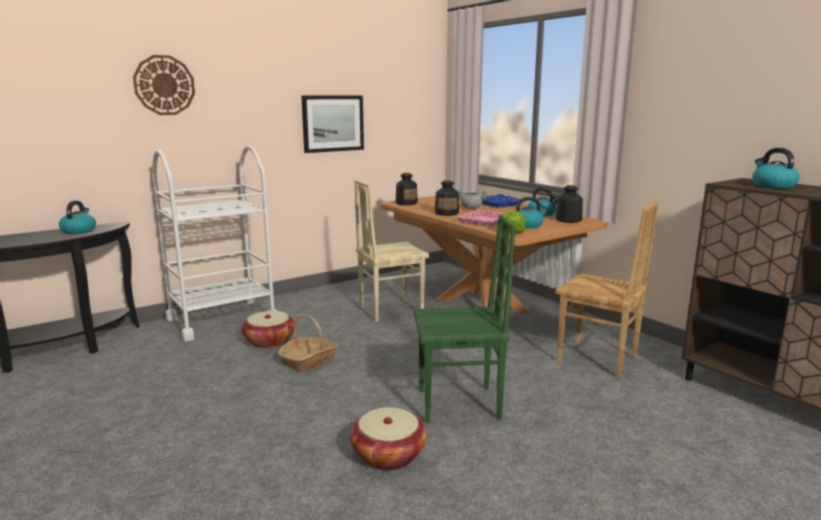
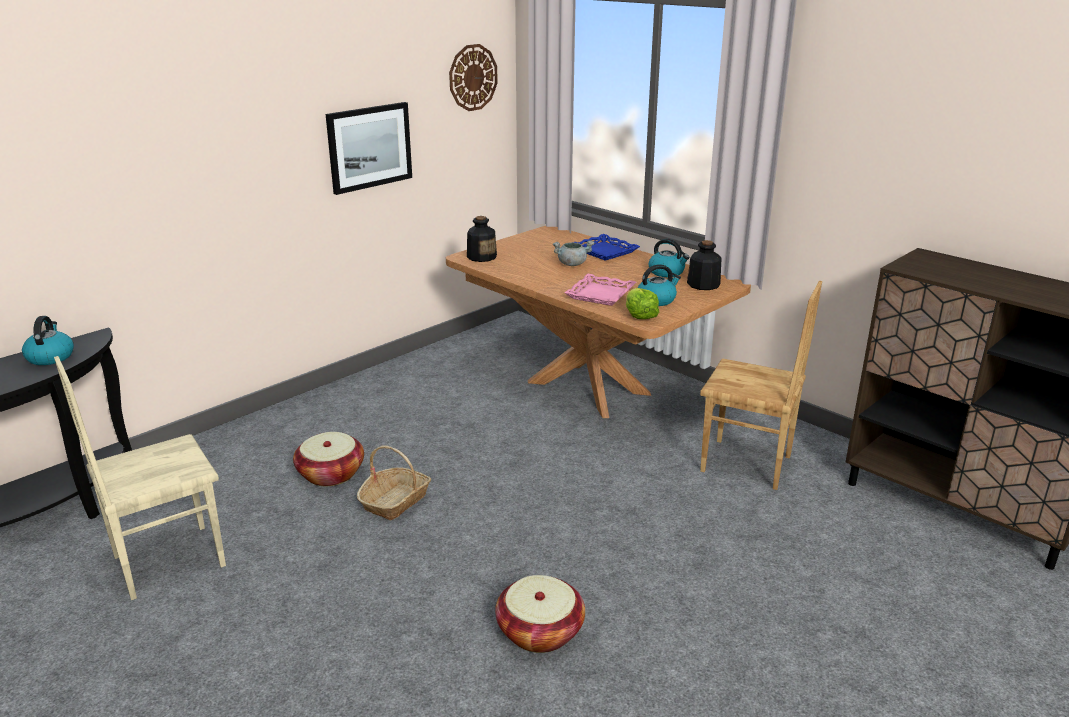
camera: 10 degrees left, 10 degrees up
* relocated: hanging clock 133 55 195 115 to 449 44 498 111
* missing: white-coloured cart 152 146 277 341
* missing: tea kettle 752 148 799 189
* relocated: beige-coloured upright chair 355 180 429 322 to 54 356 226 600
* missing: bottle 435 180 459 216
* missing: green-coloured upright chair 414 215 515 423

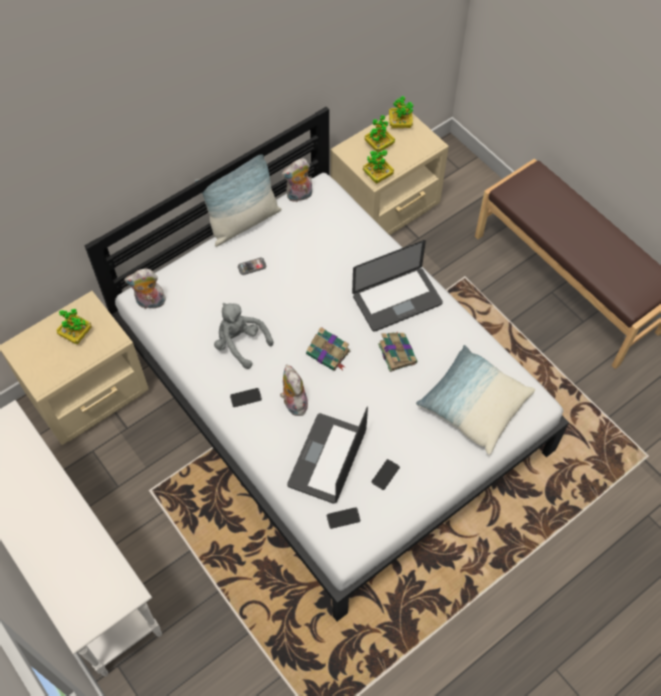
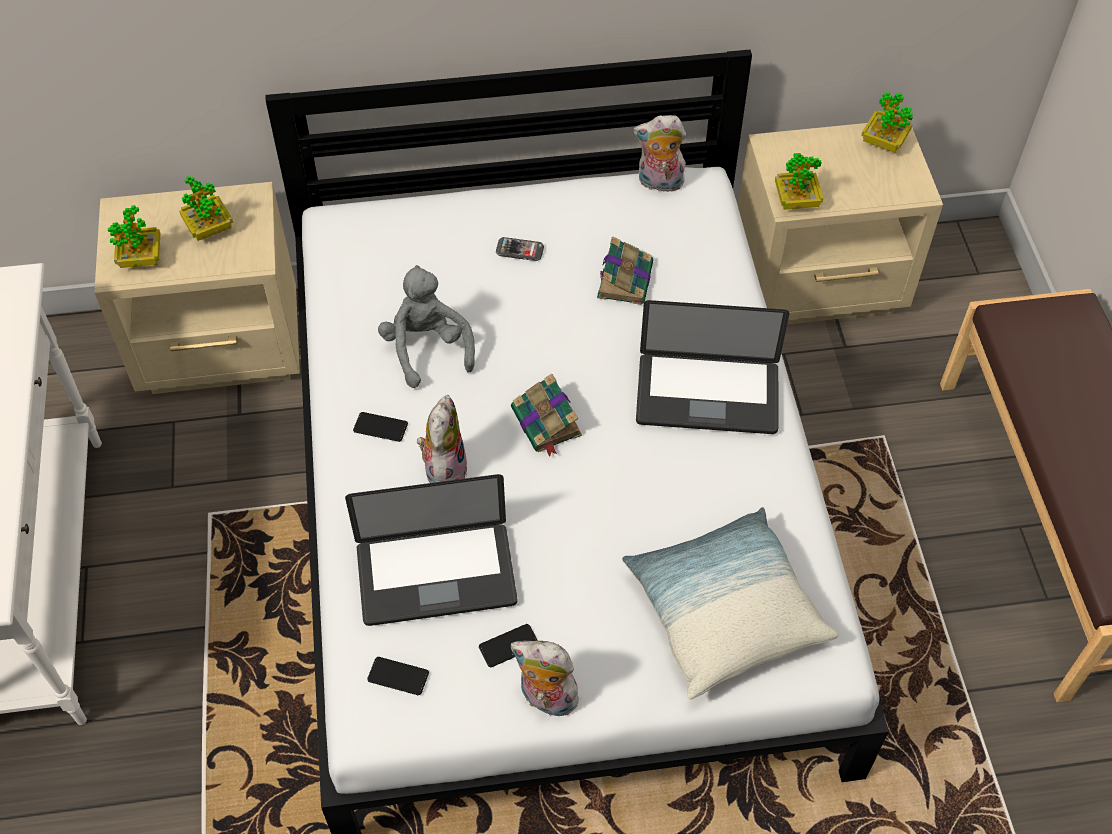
camera: 30 degrees right, 5 degrees down
* relocated: potted plant 364 115 395 153 to 108 205 160 268
* missing: throw pillow 195 154 281 247
* relocated: soft toy 124 269 166 309 to 511 640 583 716
* relocated: volume 378 332 417 372 to 597 236 653 305
* spun: laptop 287 407 368 504 = 345 474 517 626 150 degrees counterclockwise

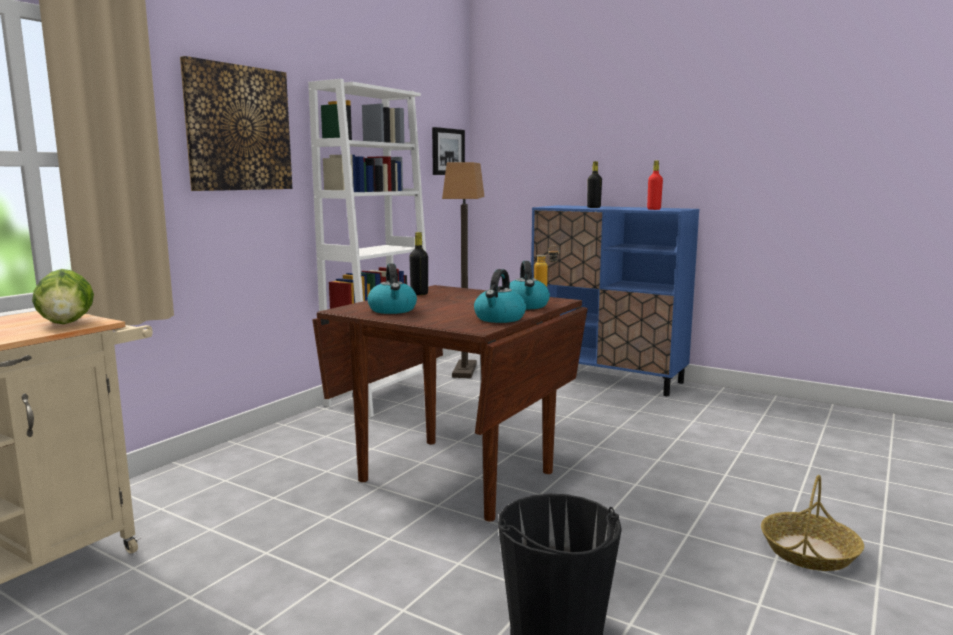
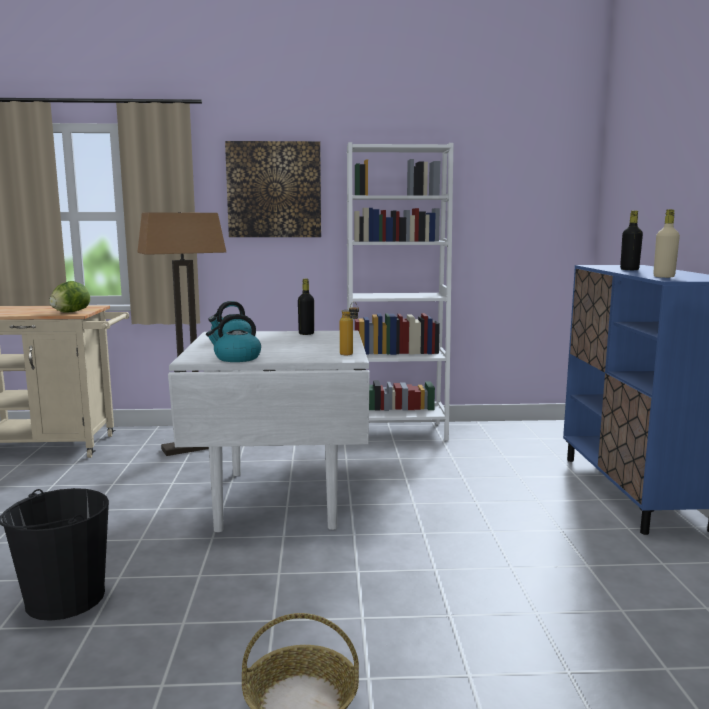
camera: 55 degrees right, 0 degrees up
* missing: wall picture 432 127 465 175
* colour: reddish bottle 647 161 663 210 to beige-coloured bottle 653 209 680 278
* relocated: floor lamp 442 162 485 378 to 137 212 227 456
* missing: tea kettle 509 261 550 309
* colour: brown dinner table 312 285 588 522 to white-coloured dinner table 168 331 370 532

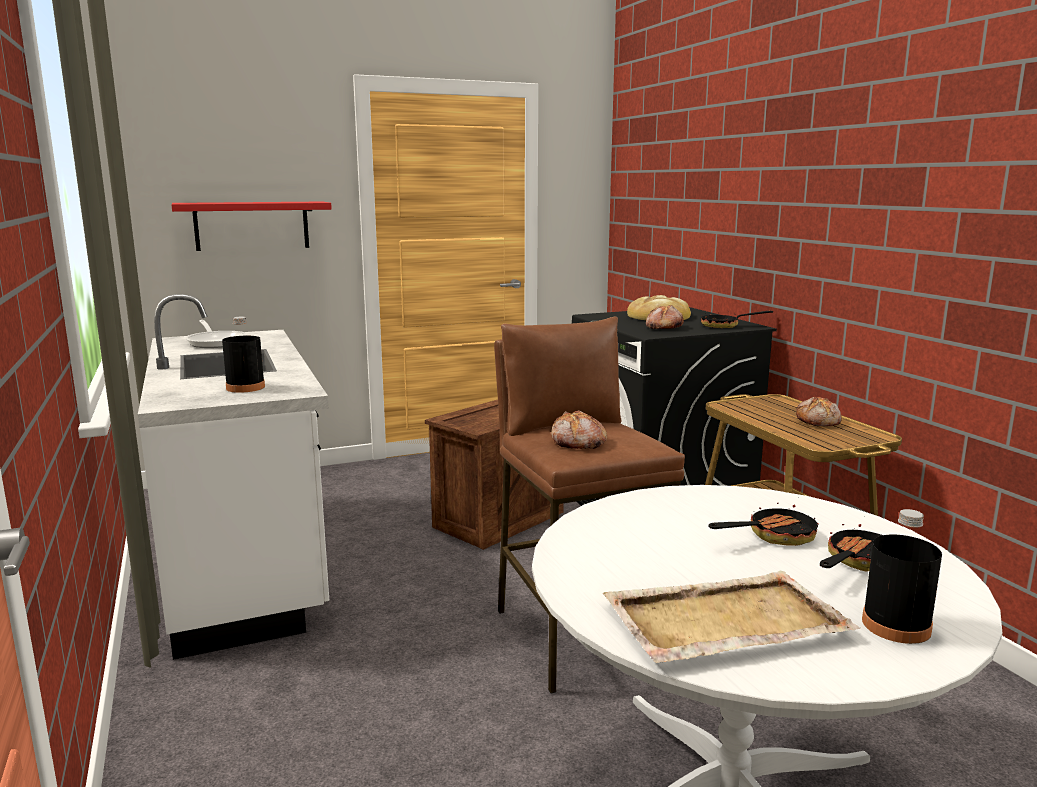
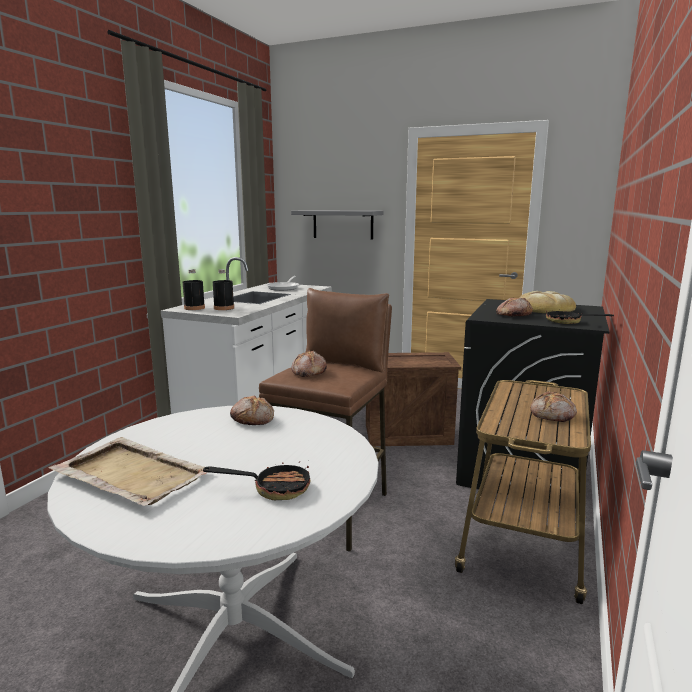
camera: 45 degrees right, 0 degrees up
* colour: reddish bracket shelf 171 202 332 251 to gray bracket shelf 291 210 383 240
* missing: skillet 709 497 819 546
* relocated: blackish bottle 862 509 942 644 to 183 269 205 310
* appeared: bread 230 396 274 425

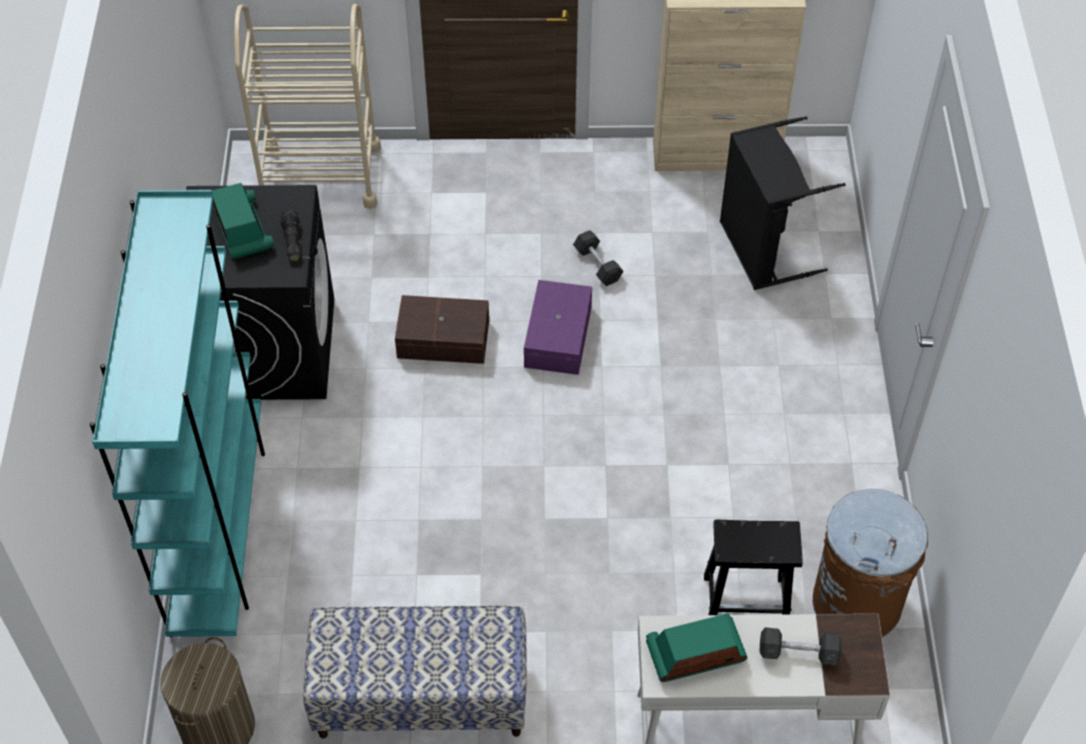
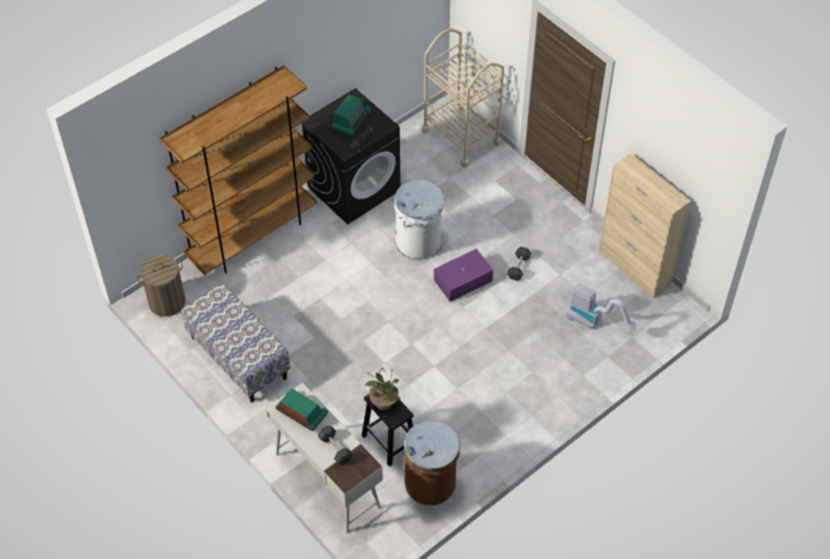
camera: 50 degrees right, 0 degrees up
* exchanged: blackish laundry basket 720 116 846 290 to vacuum cleaner 566 283 637 332
* colour: turquoise-coloured bookcase 90 190 265 637 to brown bookcase 159 65 317 275
* exchanged: brown storage container 395 295 489 364 to white-coloured waste bin 395 180 444 260
* appeared: potted plant 364 367 401 410

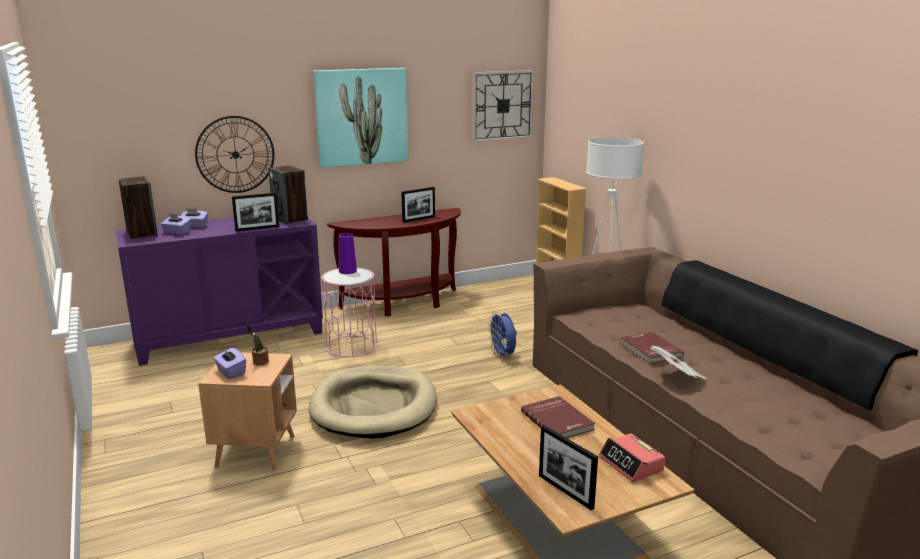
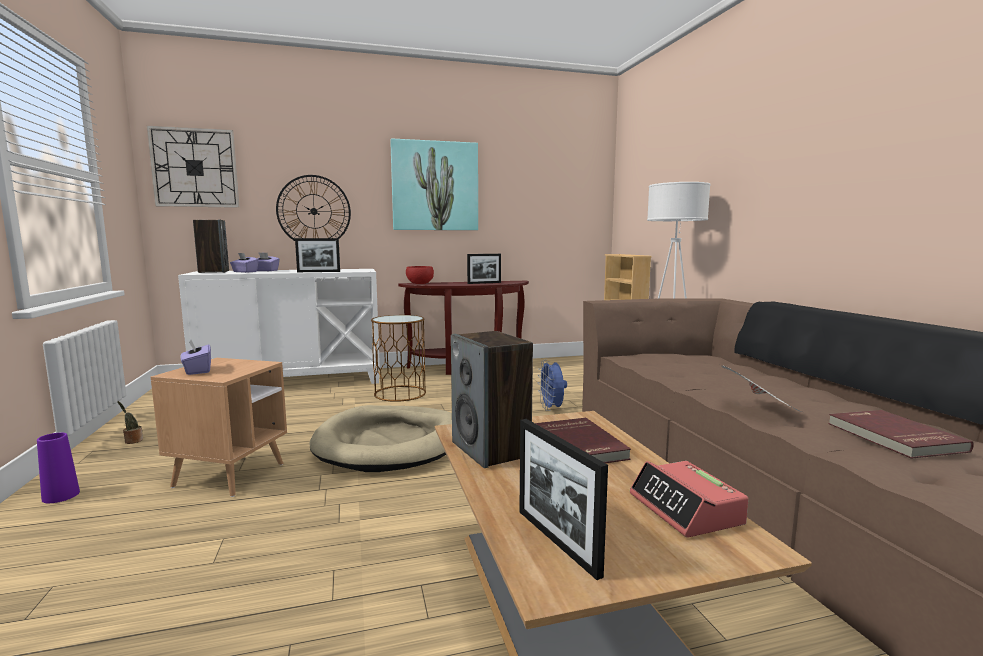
camera: 10 degrees right, 10 degrees down
* relocated: hanging clock 472 70 534 142 to 147 126 240 208
* relocated: audio speaker 268 165 308 224 to 451 331 533 468
* colour: purple storage cabinet 116 217 323 366 to white-coloured storage cabinet 178 269 380 384
* relocated: purple flower vase 339 233 357 274 to 37 433 80 503
* colour: pinkish accent table 321 268 377 357 to brown accent table 371 315 426 402
* relocated: potted plant 246 324 269 366 to 117 401 143 444
* relocated: reddish volume 620 332 684 364 to 828 410 974 459
* appeared: reddish serving bowl 406 266 434 284

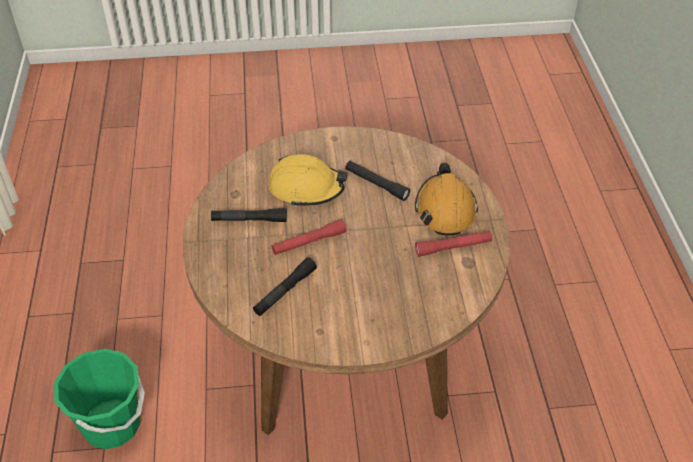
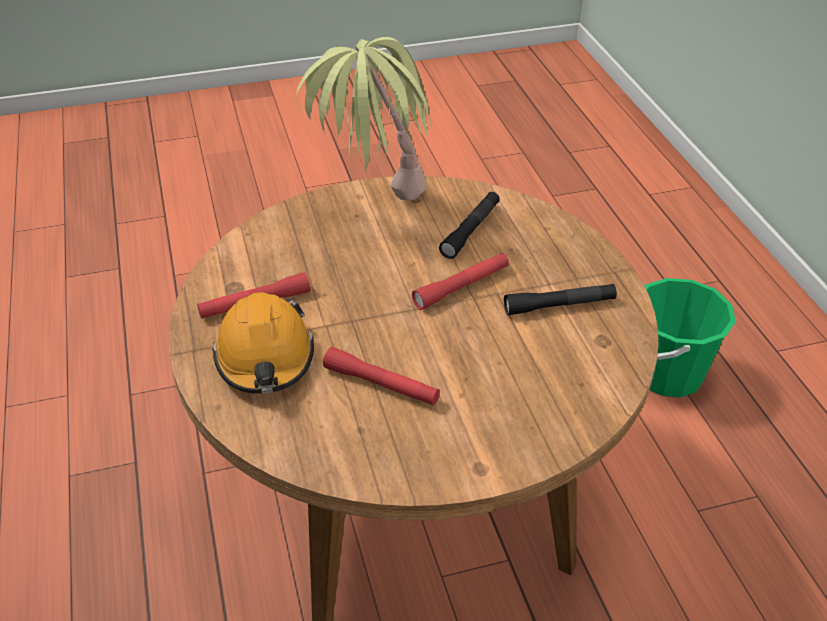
camera: 170 degrees right, 5 degrees down
* missing: yellow safety helmet 268 154 348 207
* colour: blackish torch 345 161 410 201 to reddish torch 323 347 440 406
* appeared: potted plant 296 37 432 200

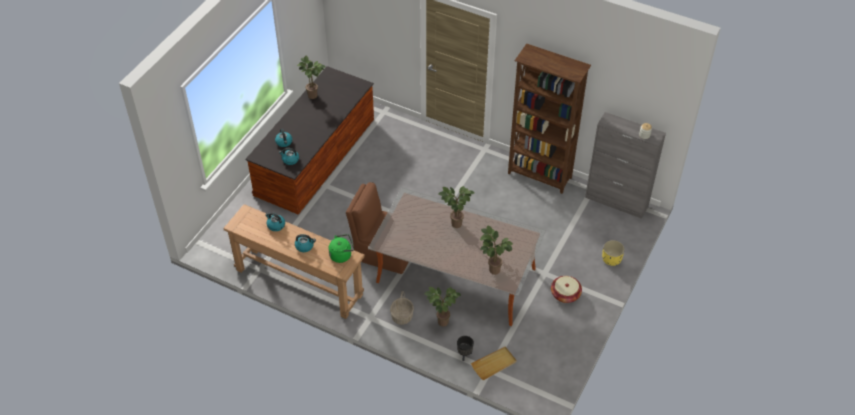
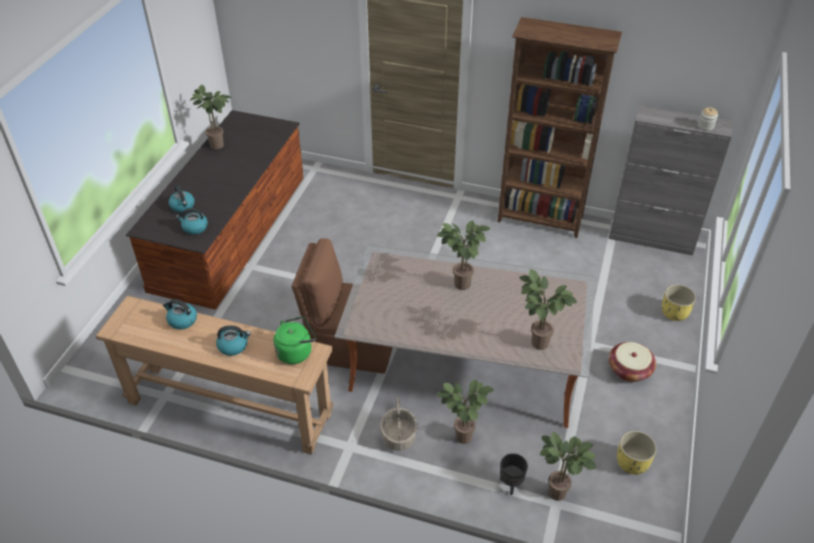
camera: 10 degrees left, 5 degrees down
* exchanged: beige-coloured serving tray 471 347 517 380 to potted plant 540 432 596 501
* appeared: yellow flower pot 617 431 657 475

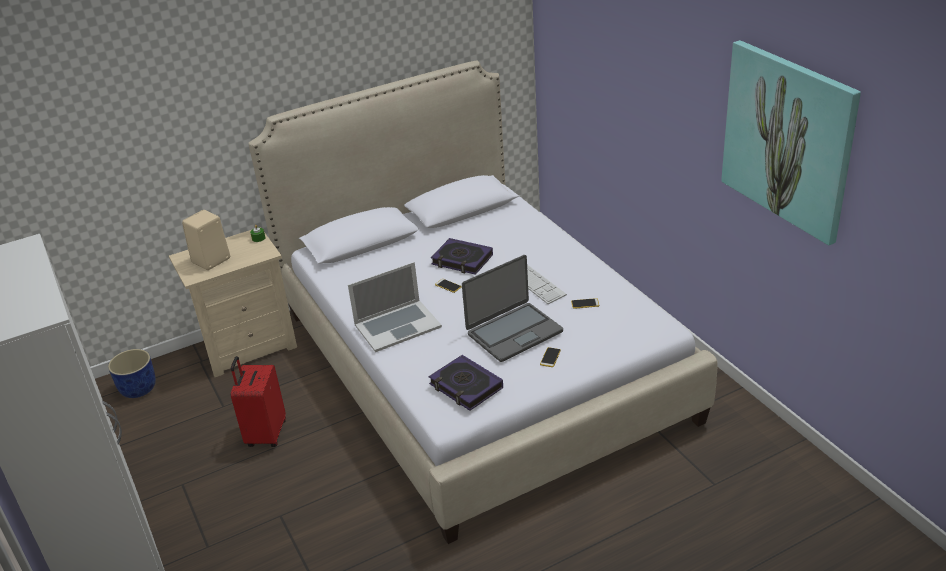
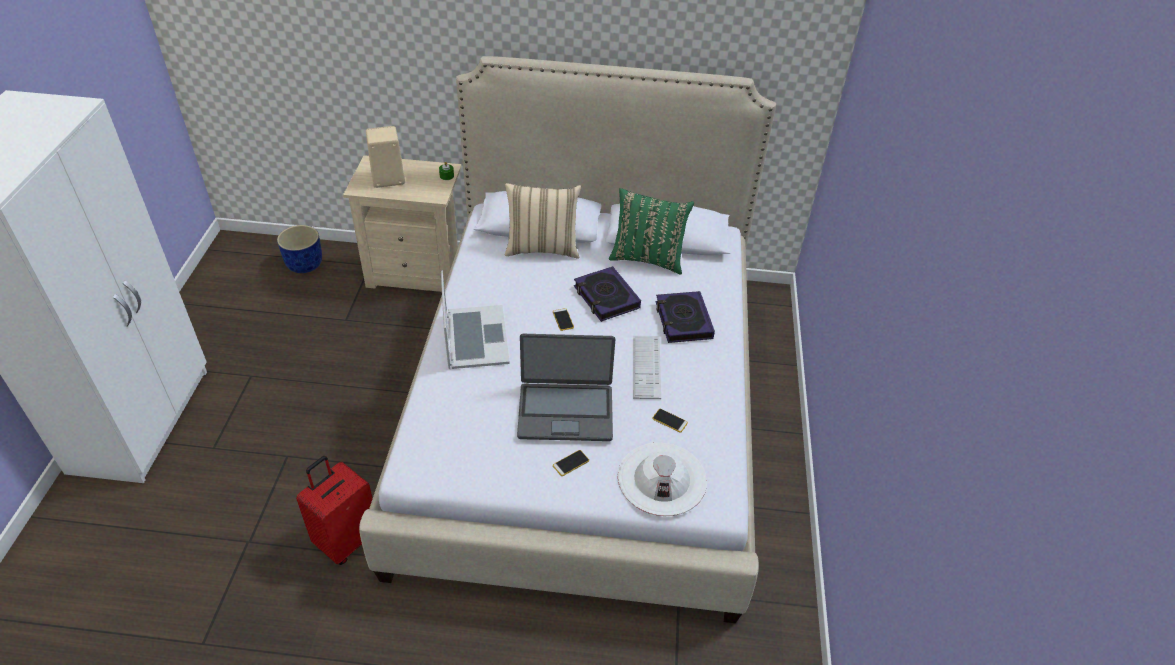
camera: 30 degrees right, 10 degrees up
* missing: wall picture 721 40 861 246
* spun: laptop 348 262 442 352 = 441 270 510 369 105 degrees counterclockwise
* relocated: volume 429 355 503 411 to 656 291 715 343
* relocated: reddish travel case 231 356 286 447 to 296 456 373 565
* appeared: beige-coloured throw pillow 505 183 581 258
* appeared: green-coloured throw pillow 609 188 694 275
* appeared: white-coloured clothing hat 618 443 707 516

